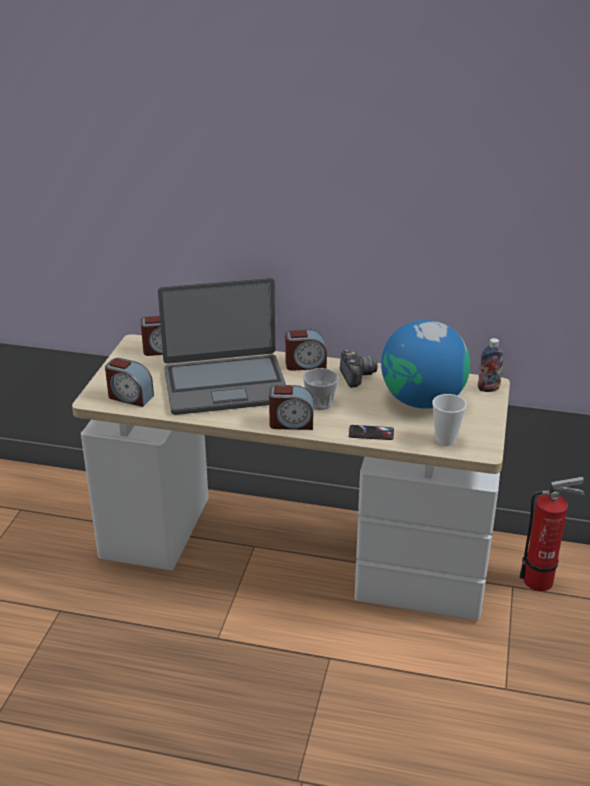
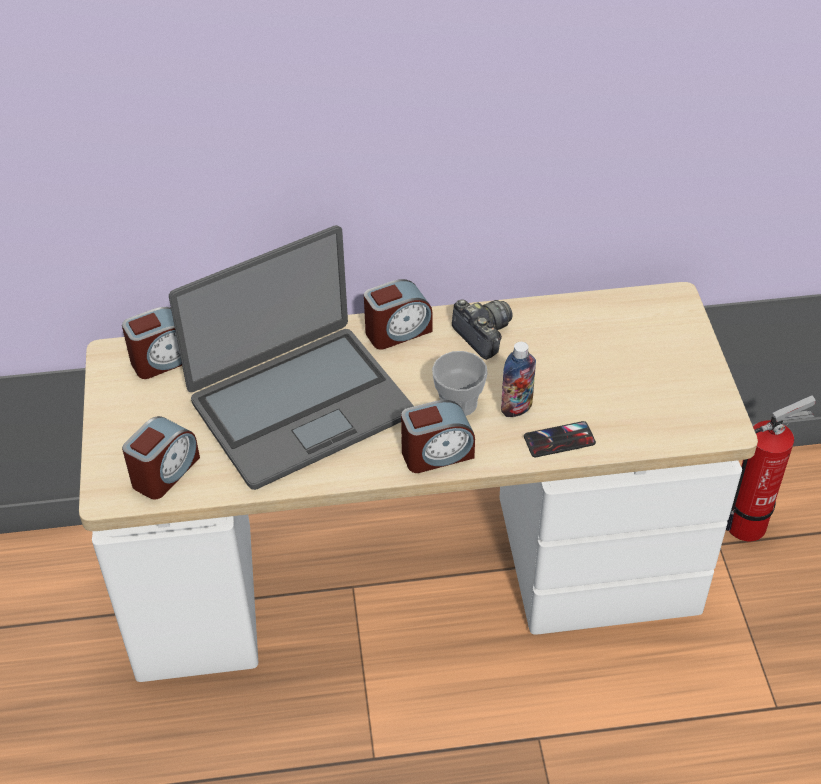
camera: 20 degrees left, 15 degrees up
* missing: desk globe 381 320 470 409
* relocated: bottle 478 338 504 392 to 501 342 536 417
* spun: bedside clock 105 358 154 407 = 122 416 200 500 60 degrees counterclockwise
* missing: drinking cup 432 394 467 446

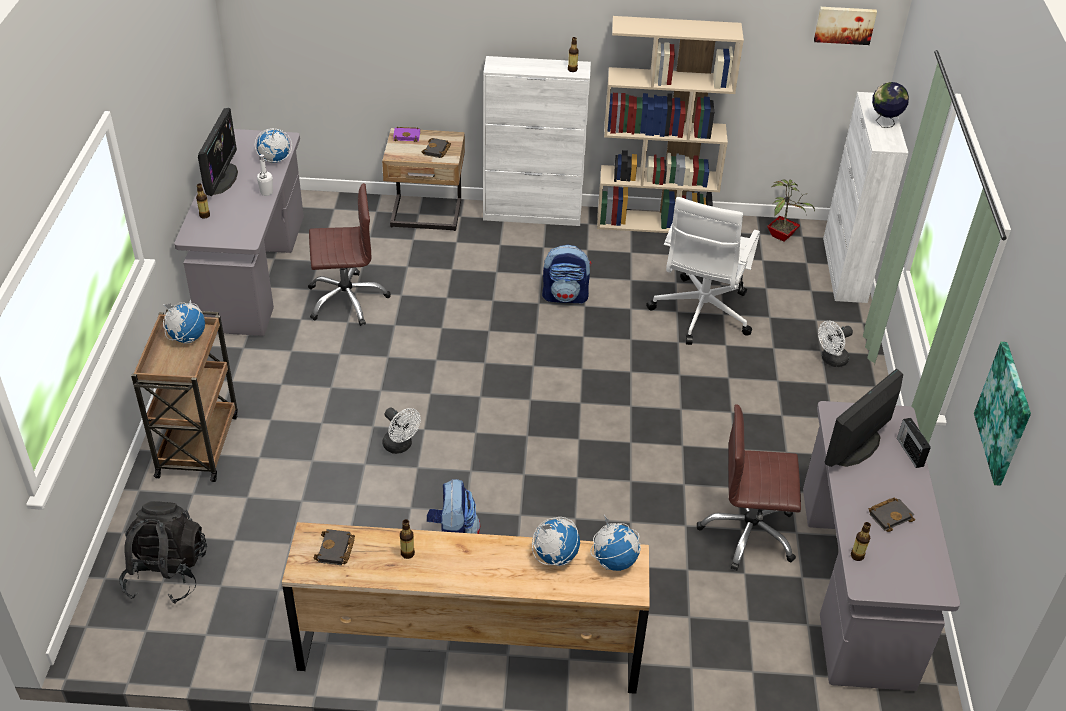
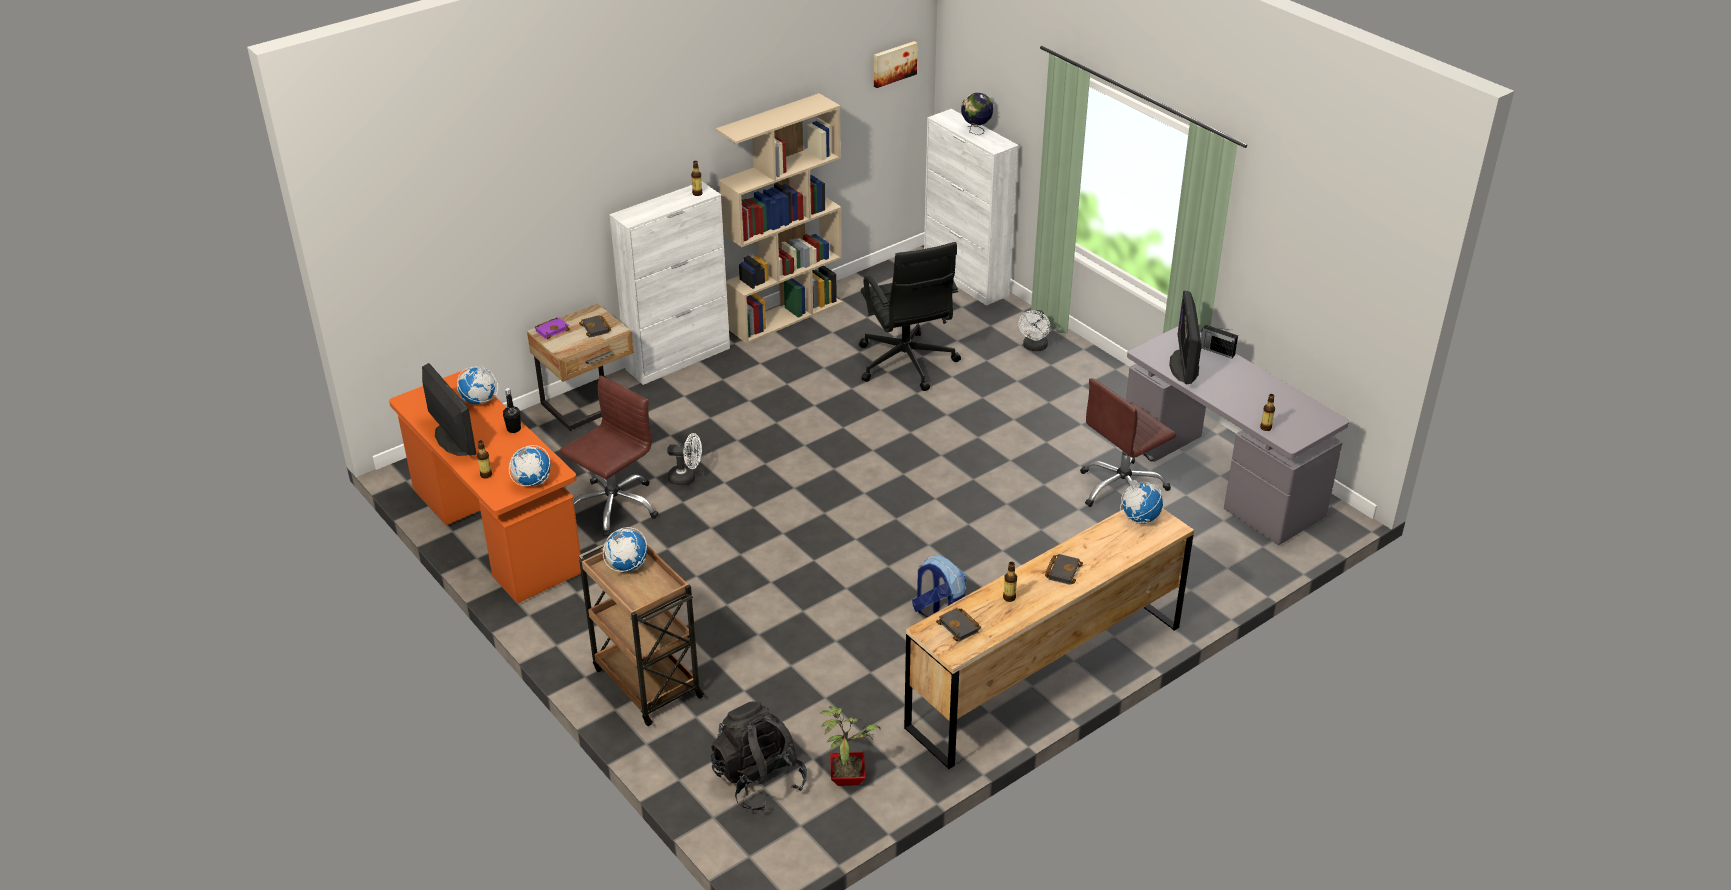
camera: 40 degrees left, 5 degrees down
* colour: gray desk unit 174 129 304 336 to orange desk unit 389 370 581 604
* colour: white-coloured bottle 257 154 273 196 to blackish bottle 503 388 521 433
* relocated: potted plant 767 180 815 242 to 819 706 881 786
* colour: white-coloured computer chair 646 197 760 345 to blackish computer chair 859 242 961 391
* missing: knapsack 542 245 592 304
* missing: wall picture 974 342 1031 486
* relocated: white-coloured fan 382 407 421 454 to 667 433 702 486
* relocated: blackish volume 869 498 915 532 to 1045 554 1083 585
* relocated: desk globe 532 517 580 566 to 509 445 550 486

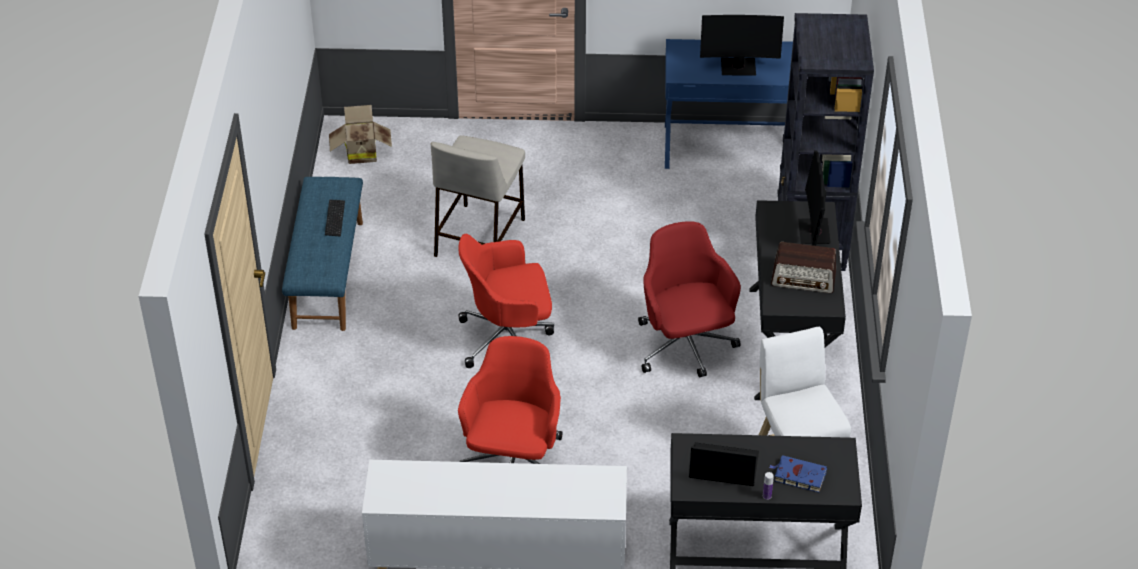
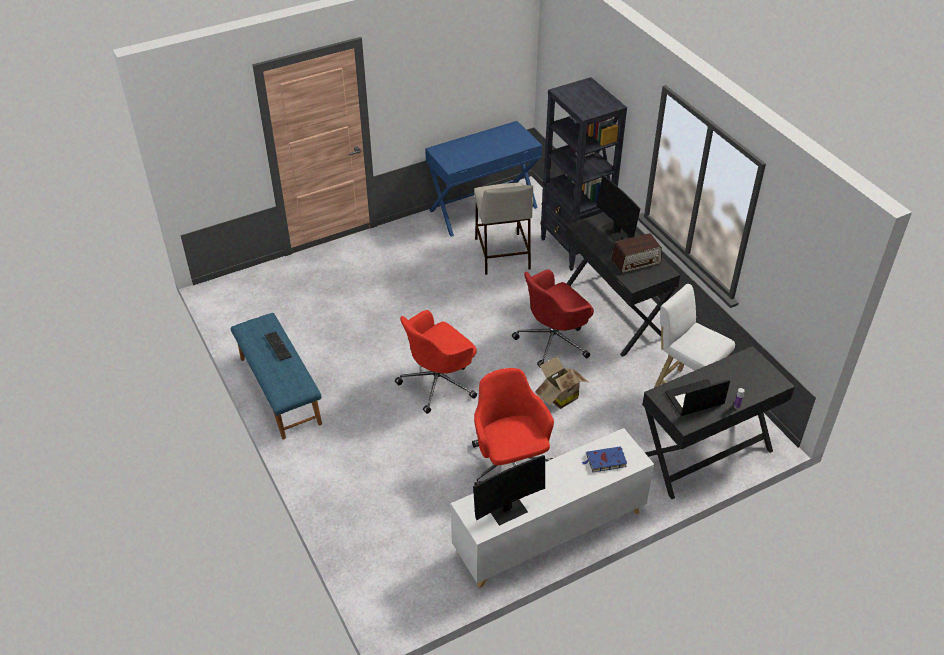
camera: 30 degrees left, 0 degrees up
* relocated: computer display 700 15 784 76 to 473 455 545 526
* relocated: carton 329 105 392 164 to 535 356 588 409
* relocated: beige-coloured stool 431 135 525 257 to 474 183 533 275
* spun: reddish computer chair 638 221 741 377 = 512 269 594 367 75 degrees counterclockwise
* relocated: blue-coloured volume 769 455 827 492 to 582 446 627 472

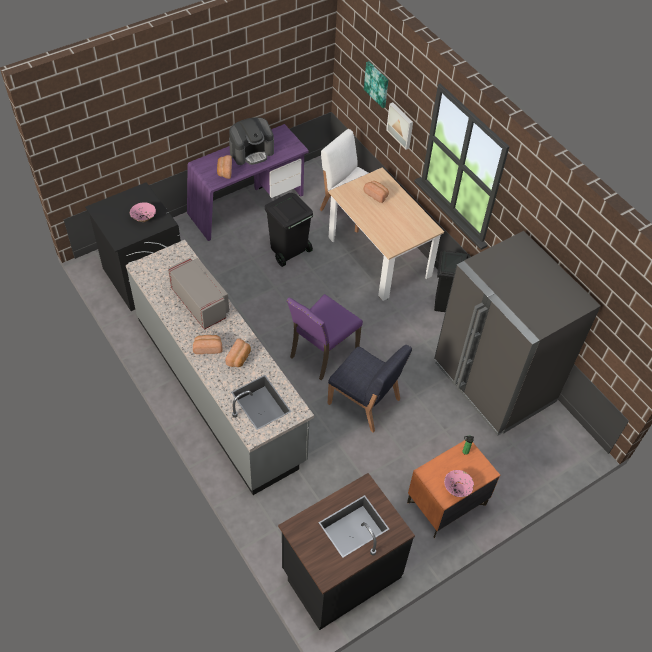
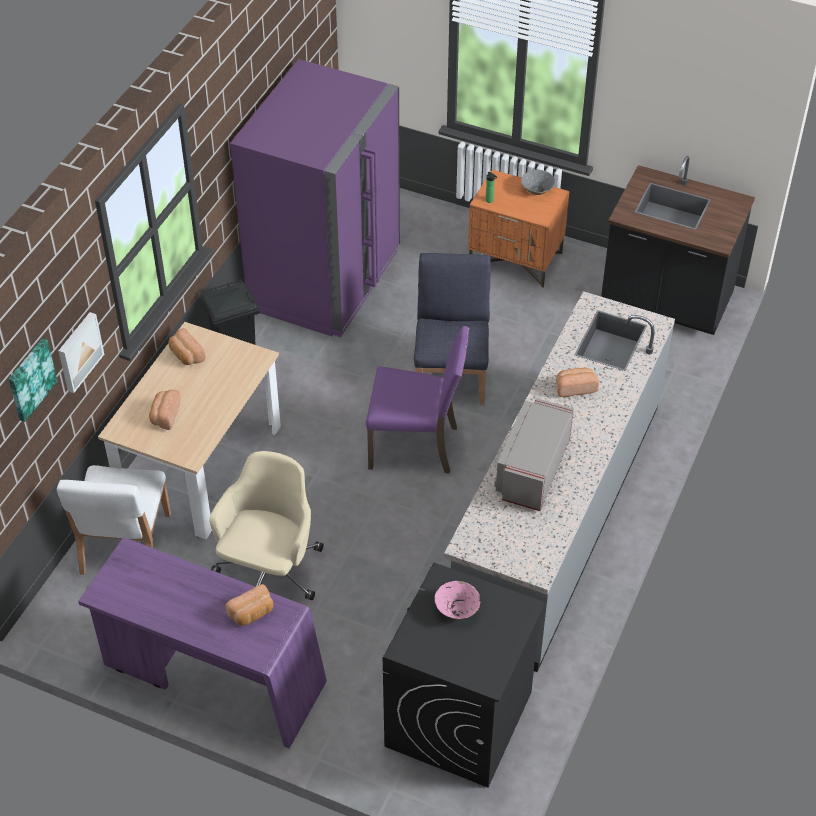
camera: 120 degrees left, 5 degrees down
* missing: coffee maker 229 117 274 165
* exchanged: blackish waste bin 265 193 313 267 to beige-coloured computer chair 209 451 324 600
* colour: gray kitchen fridge 434 231 601 436 to purple kitchen fridge 230 59 400 337
* relocated: bread 193 335 222 354 to 169 328 205 365
* colour: pinkish serving bowl 444 470 474 497 to gray serving bowl 521 170 555 195

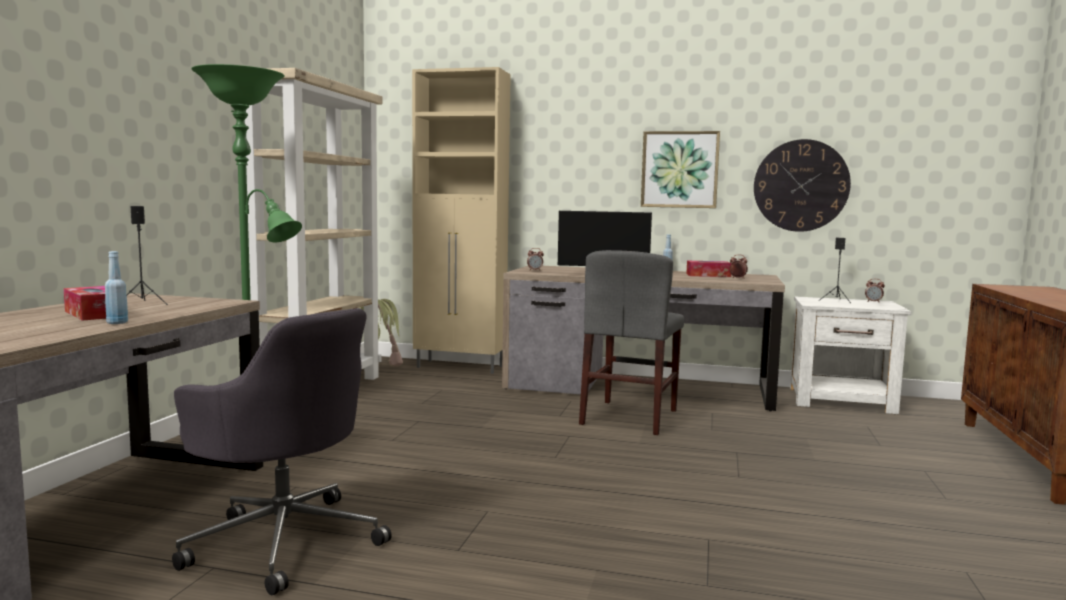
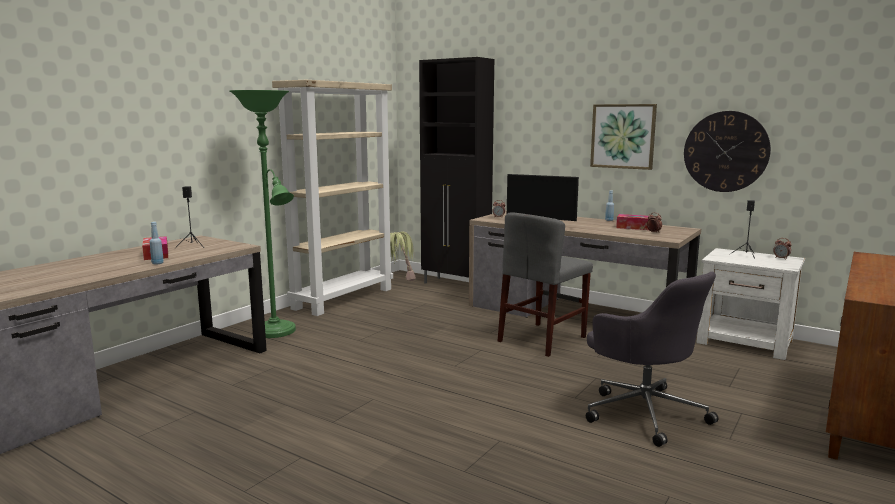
camera: 20 degrees right, 5 degrees up
* colour: beige-coloured storage cabinet 412 67 511 374 to blackish storage cabinet 419 57 494 284
* relocated: gray computer chair 172 308 392 595 to 586 272 718 447

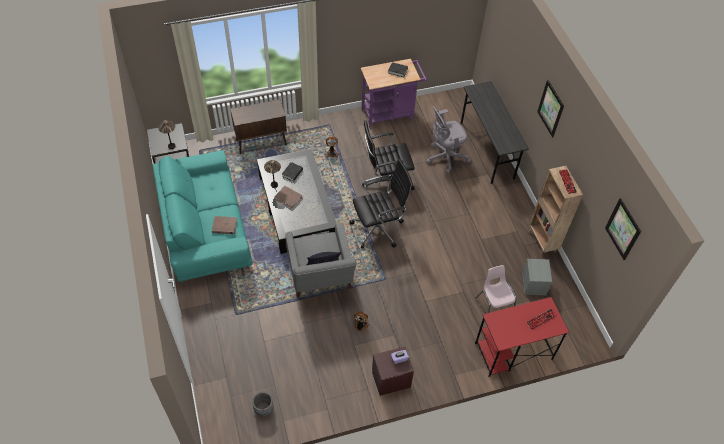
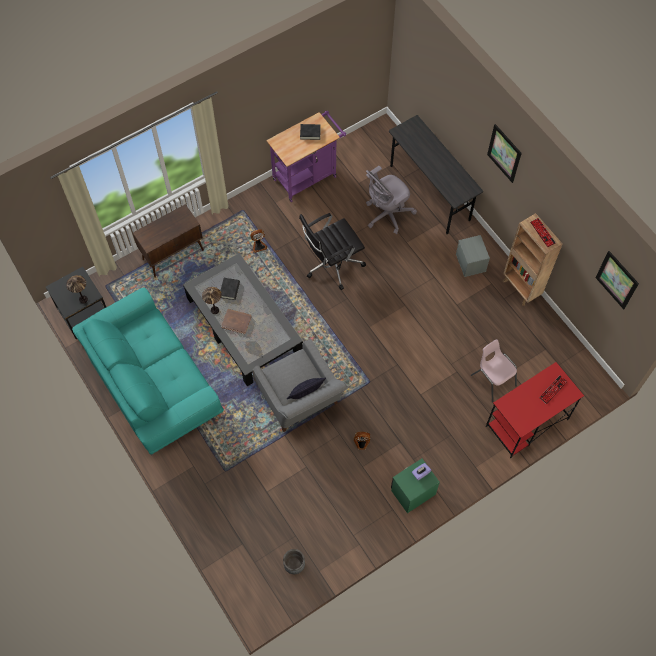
camera: 15 degrees left, 10 degrees up
* missing: blackish computer chair 350 159 413 249
* missing: brown volume 212 216 237 234
* relocated: gray storage container 522 259 552 295 to 456 235 490 277
* colour: brown bedside table 372 347 414 396 to green-coloured bedside table 391 458 440 513

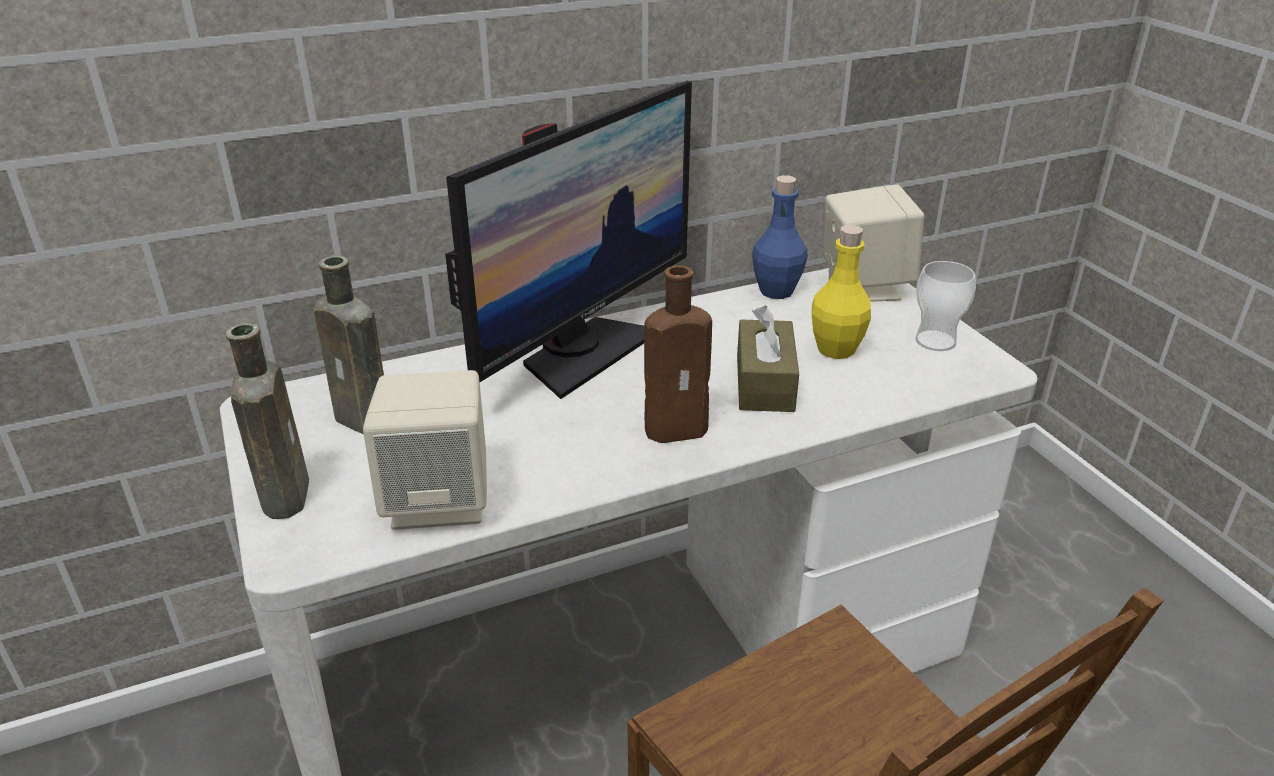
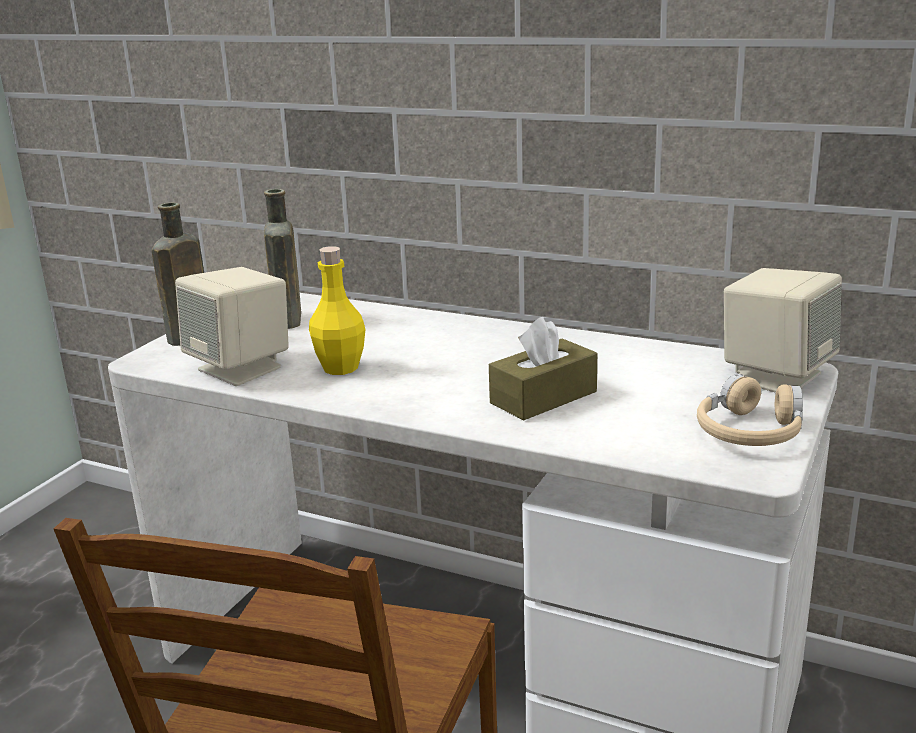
camera: 50 degrees right, 10 degrees down
* missing: computer display 445 81 692 399
* missing: blue-coloured bottle 752 175 808 299
* relocated: yellow bottle 812 225 871 359 to 309 246 366 375
* exchanged: drinking cup 915 261 976 351 to beige-coloured headphones 697 374 803 446
* missing: brown bottle 644 265 712 443

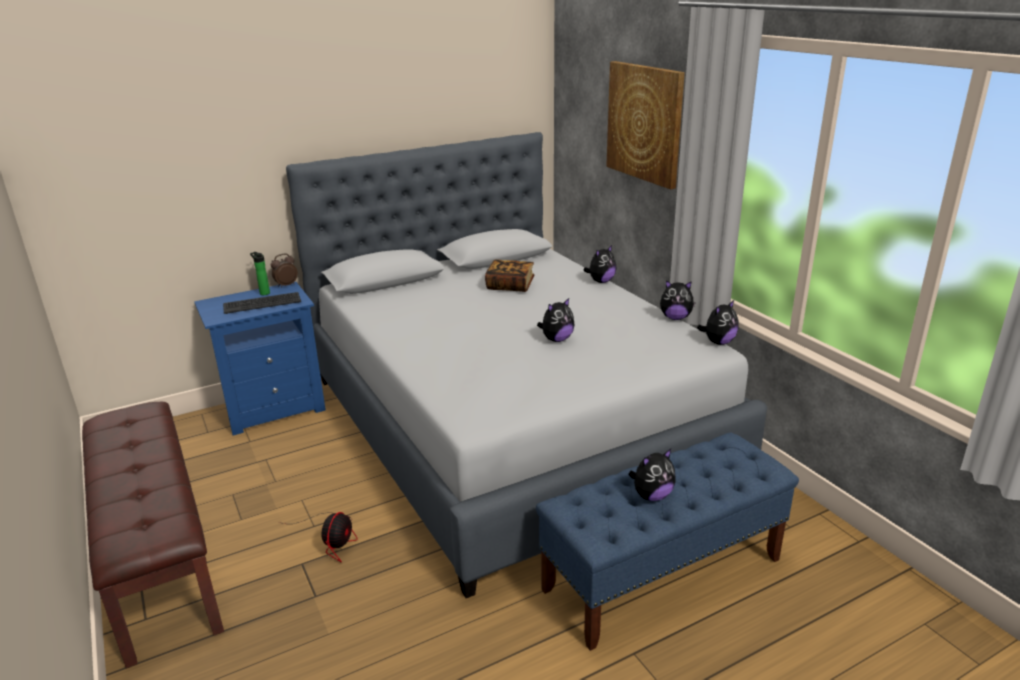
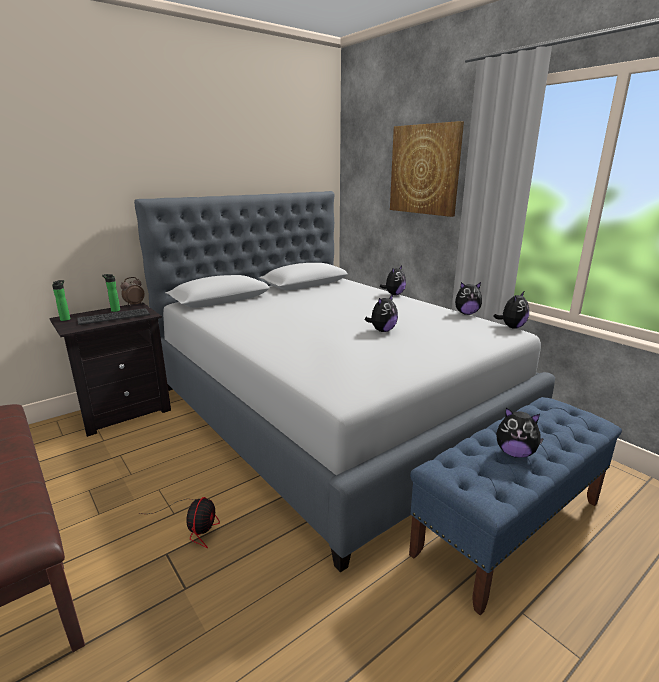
camera: 10 degrees left, 5 degrees down
* missing: volume 485 259 534 292
* colour: blue-coloured bedside table 194 282 326 436 to blackish bedside table 49 302 171 437
* spun: soft toy 628 449 676 501 = 496 407 544 458 60 degrees clockwise
* appeared: bottle 52 280 70 321

